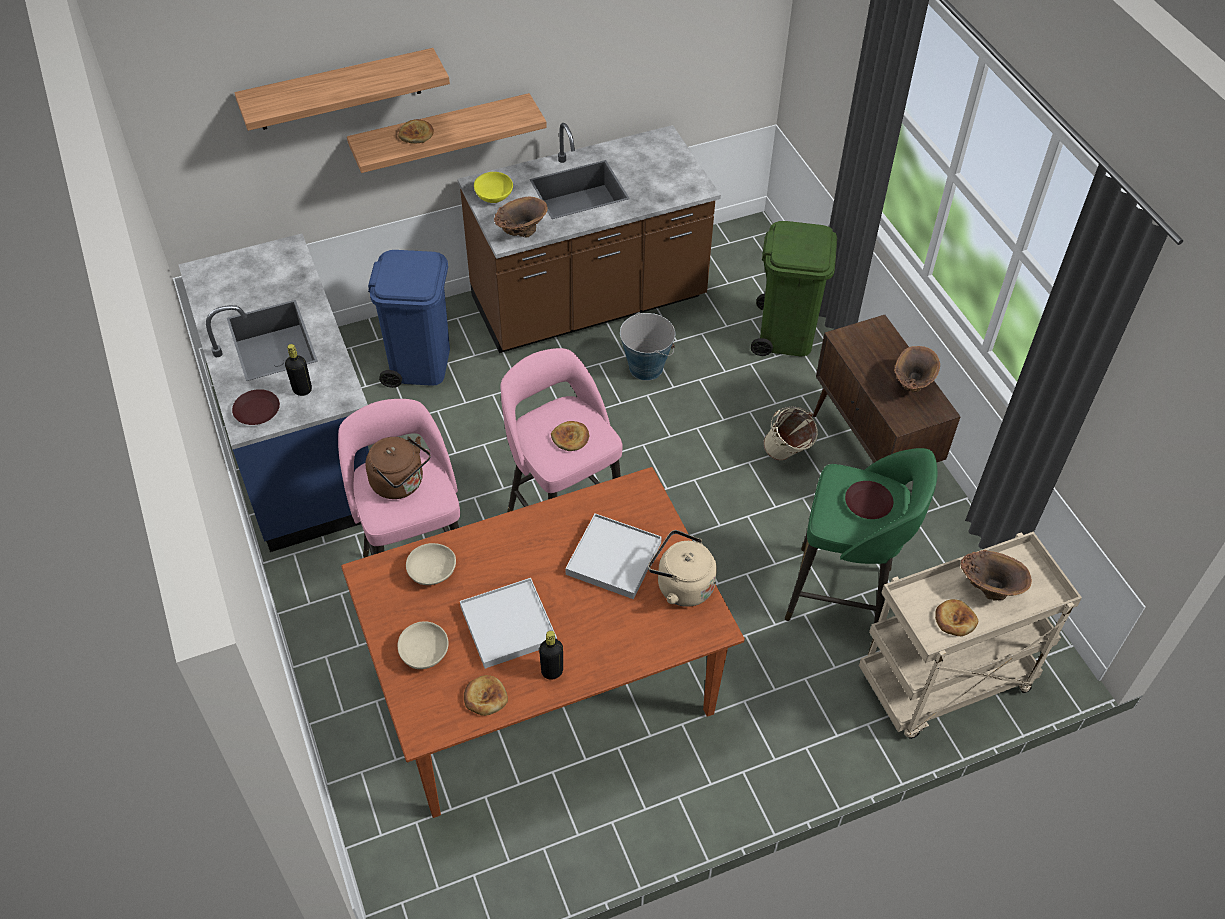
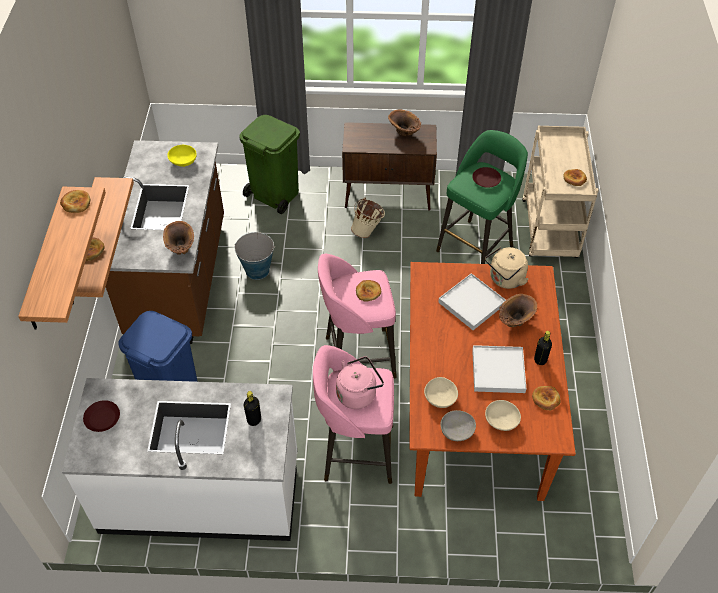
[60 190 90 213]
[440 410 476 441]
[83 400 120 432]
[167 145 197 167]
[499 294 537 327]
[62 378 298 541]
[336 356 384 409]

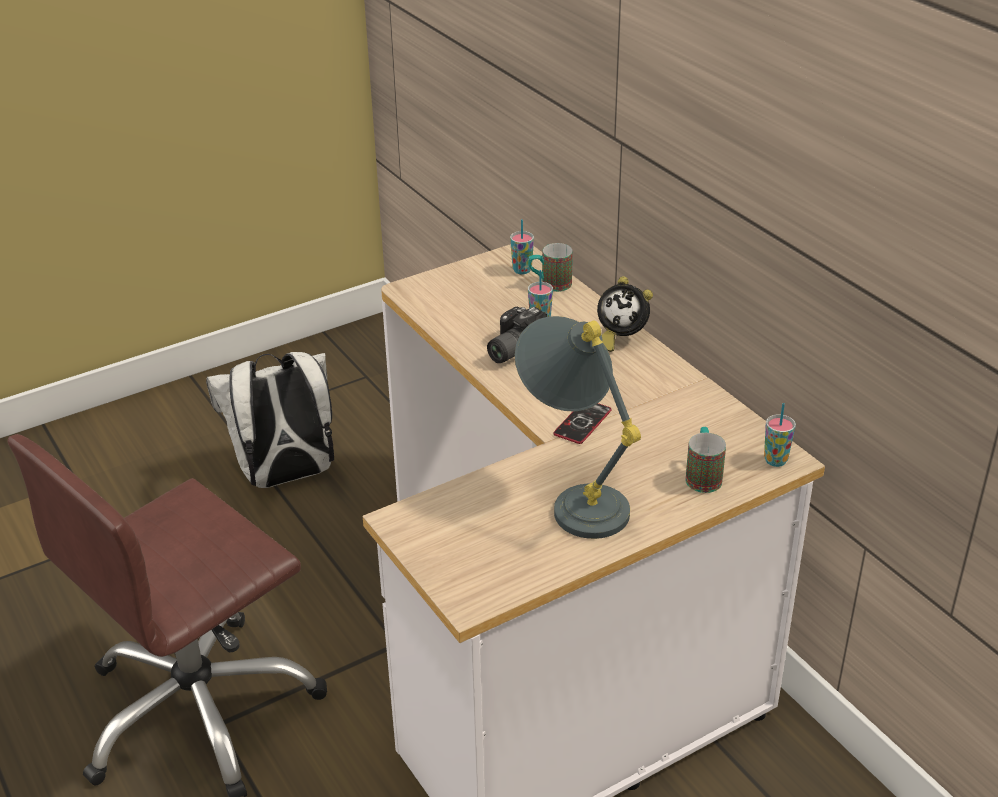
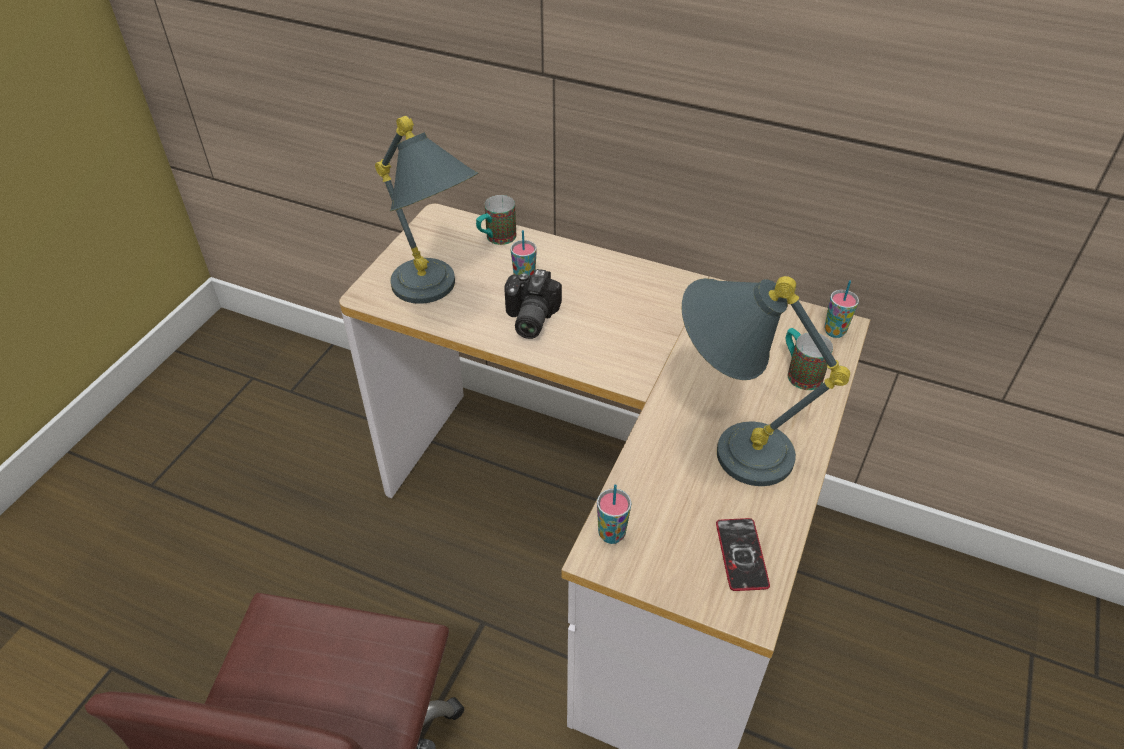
[206 352 334 488] (first image)
[597 276 653 352] (first image)
[375 116 479 304]
[597 484 631 544]
[716 518 770 591]

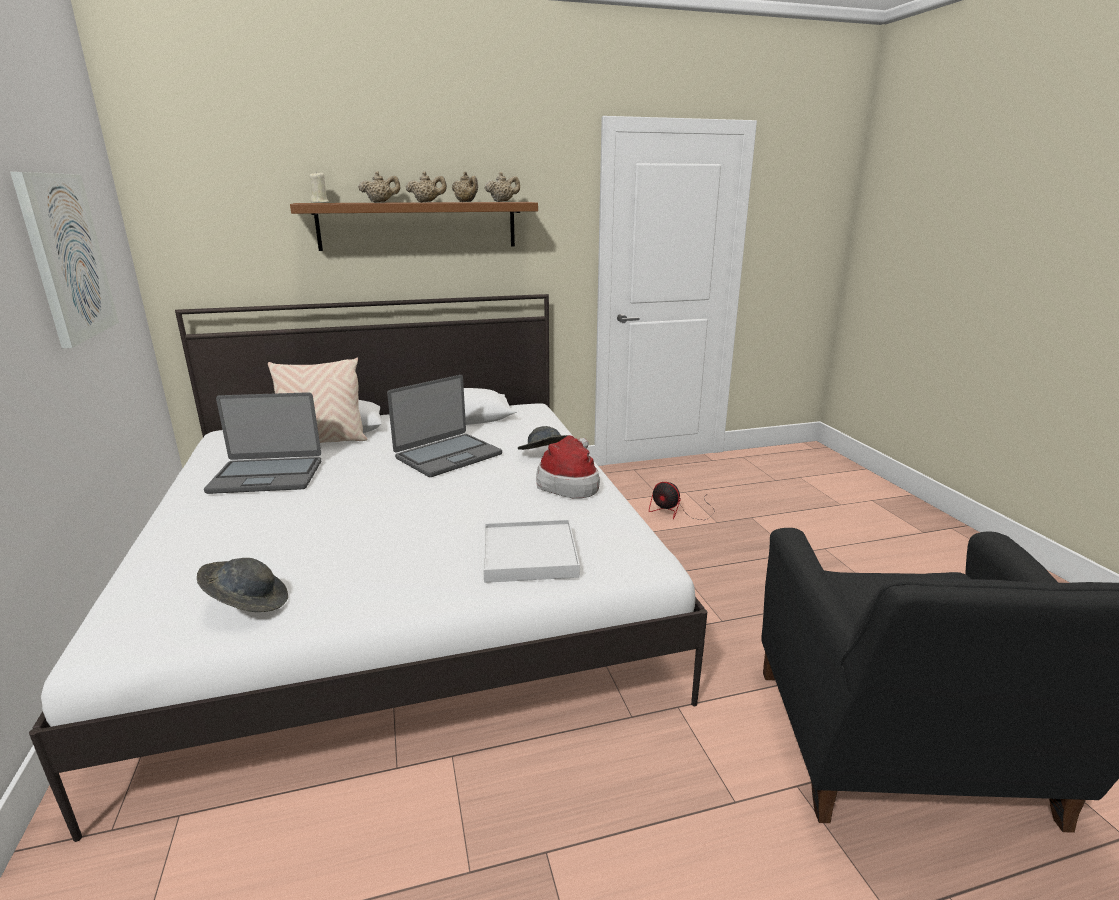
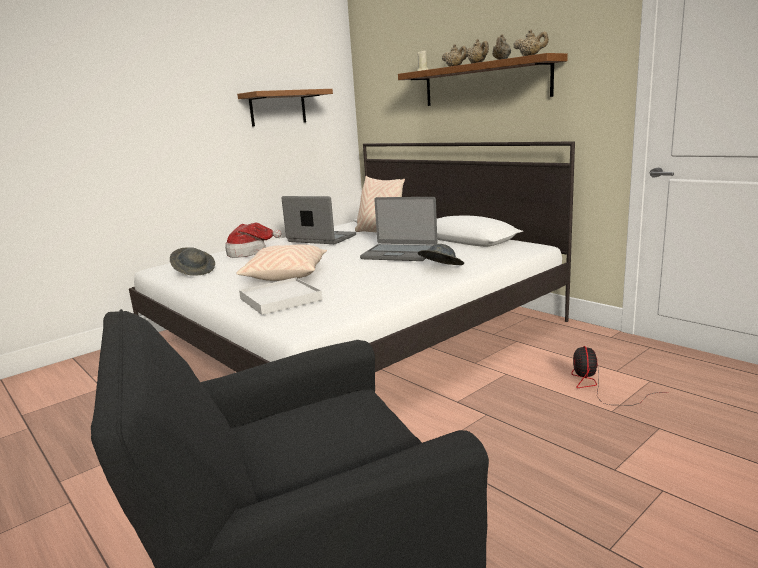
[236 244 327 281]
[225 223 281 258]
[237 89 333 127]
[281 196 356 244]

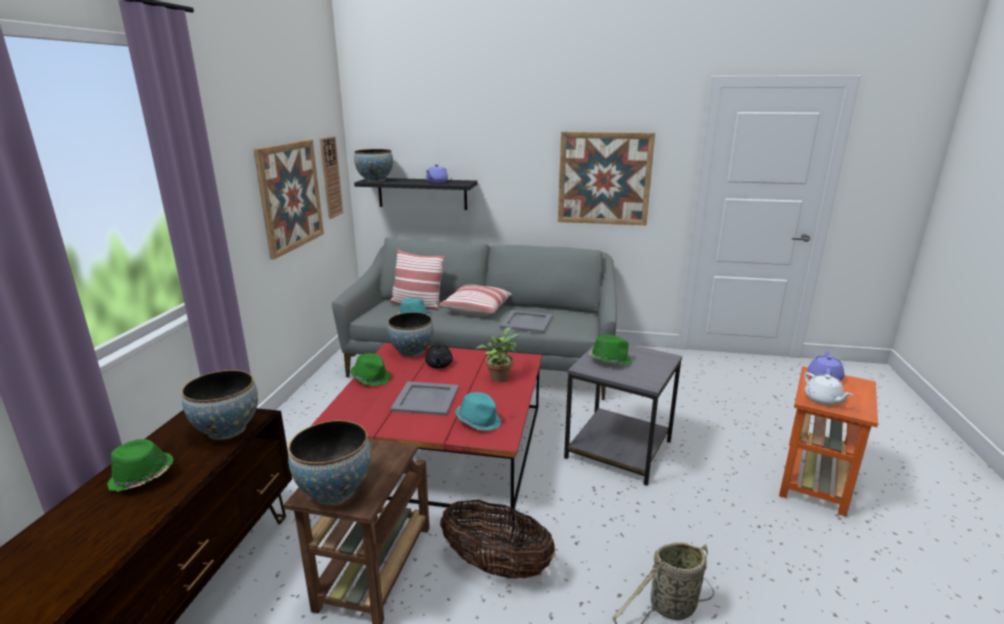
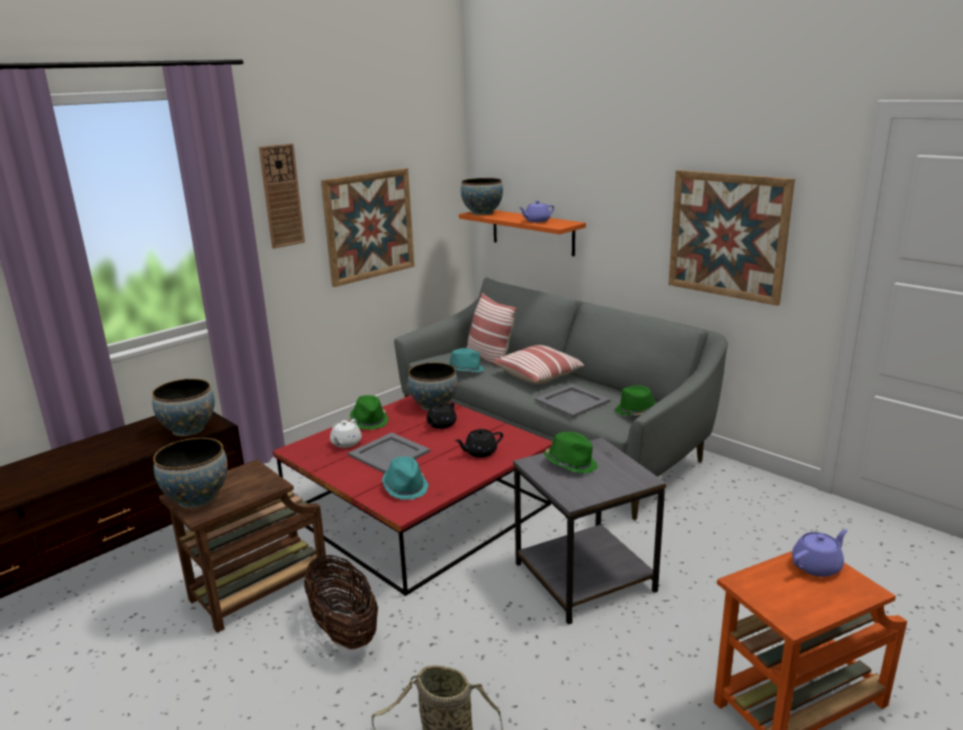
[616 385 657 416]
[259 143 305 249]
[330 419 362 448]
[455 429 503 458]
[459 210 586 256]

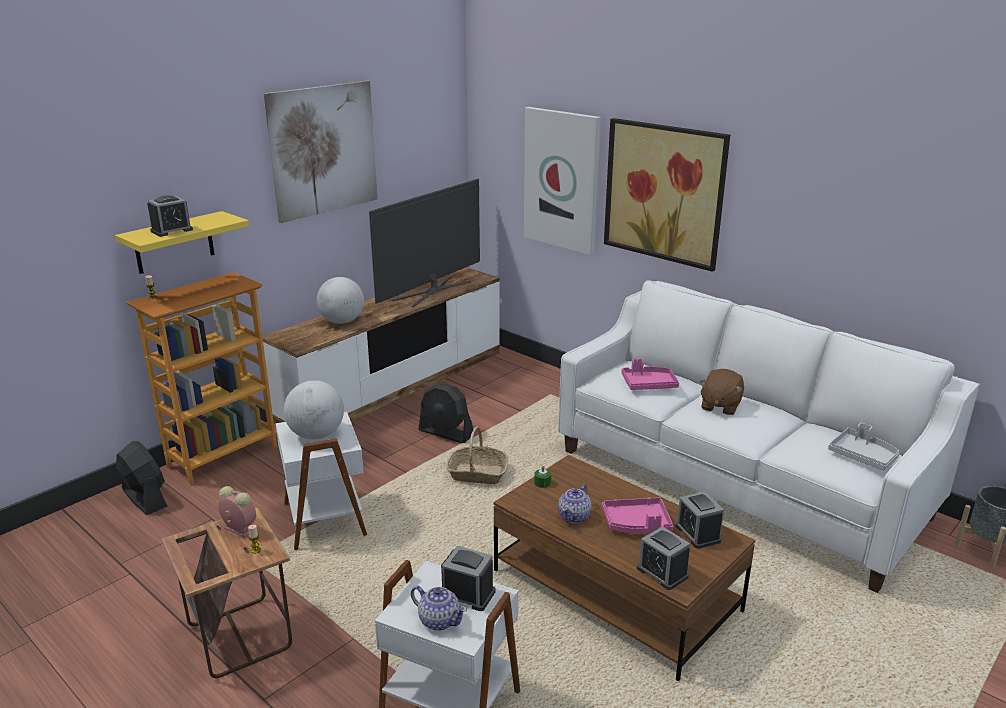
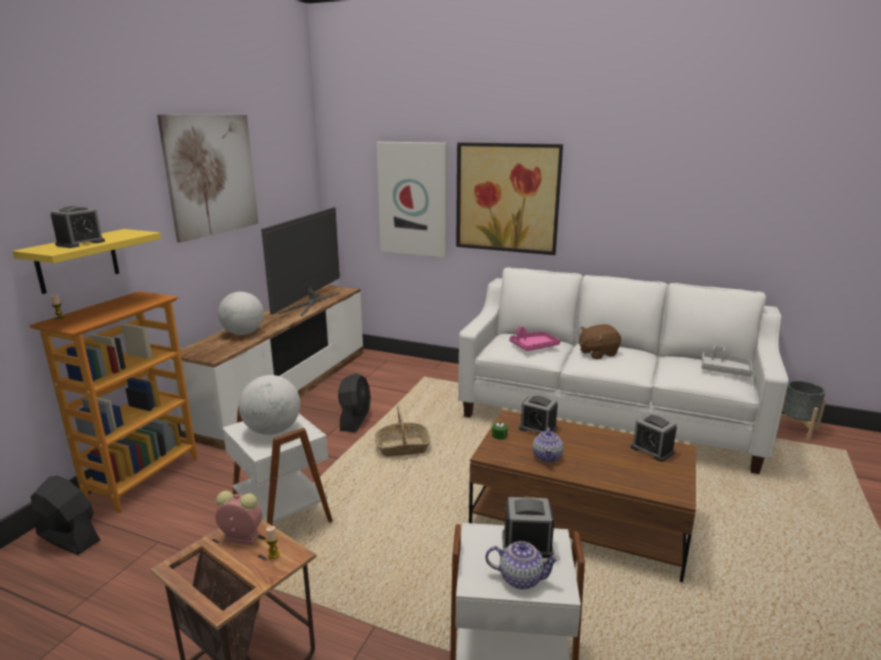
[602 497 674 533] (first image)
[519 394 558 433]
[338 373 371 432]
[579 324 621 359]

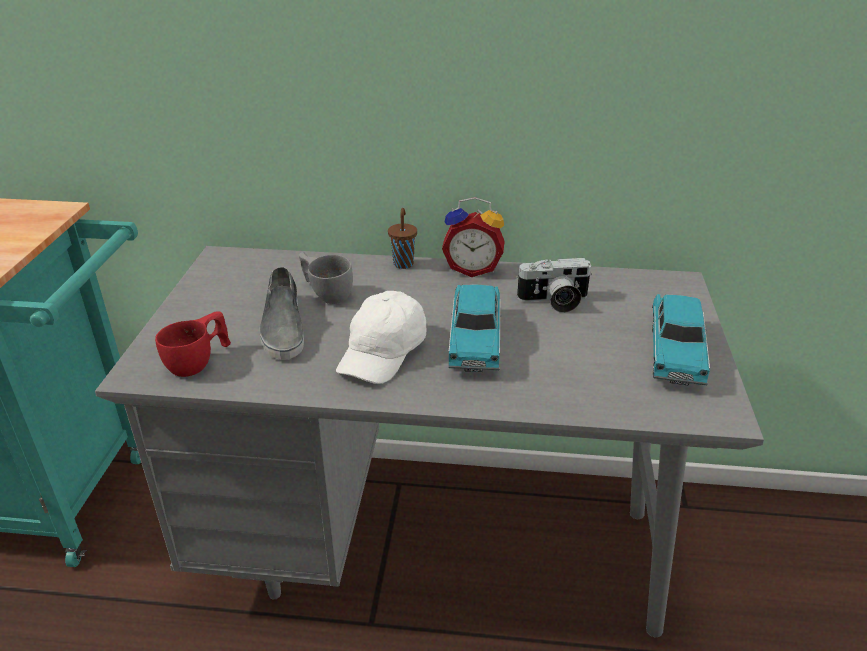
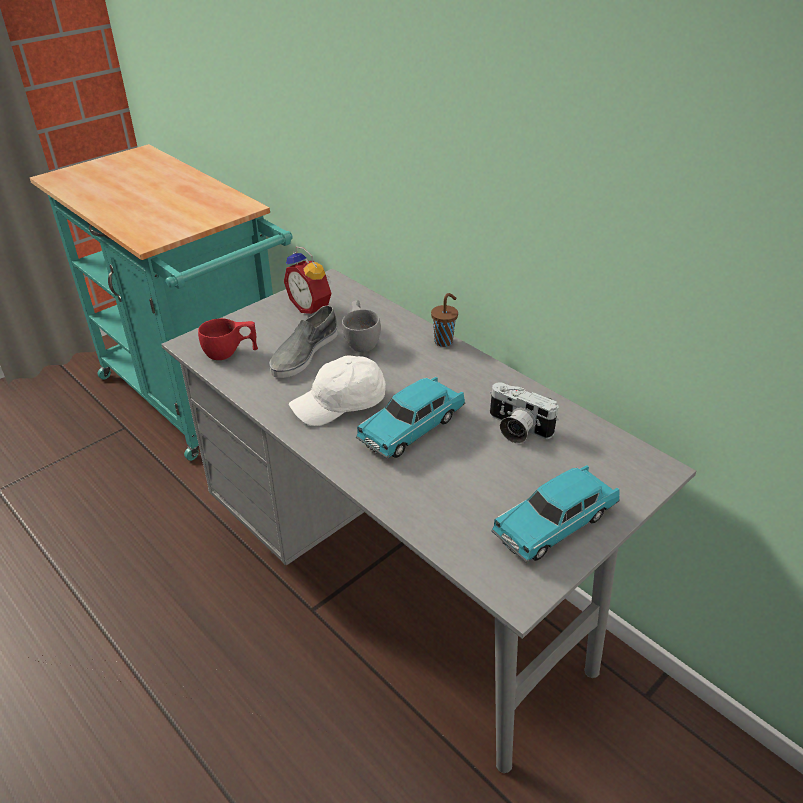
[284 247 331 314]

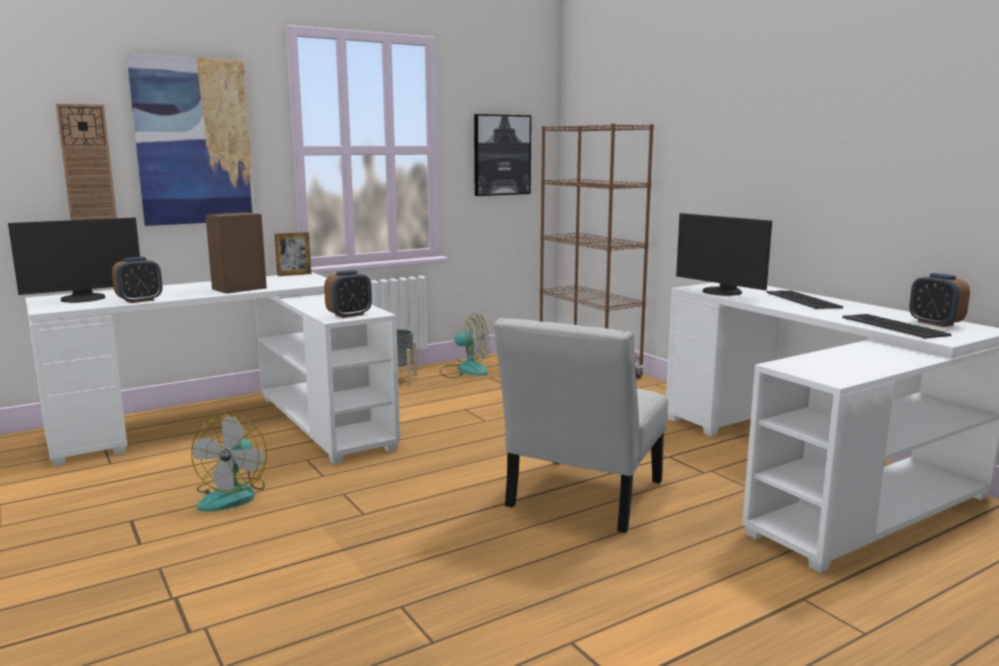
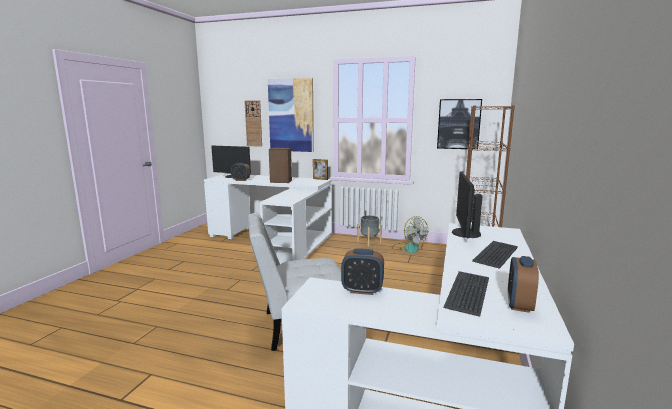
[191 414 267 512] (first image)
[341 249 384 295]

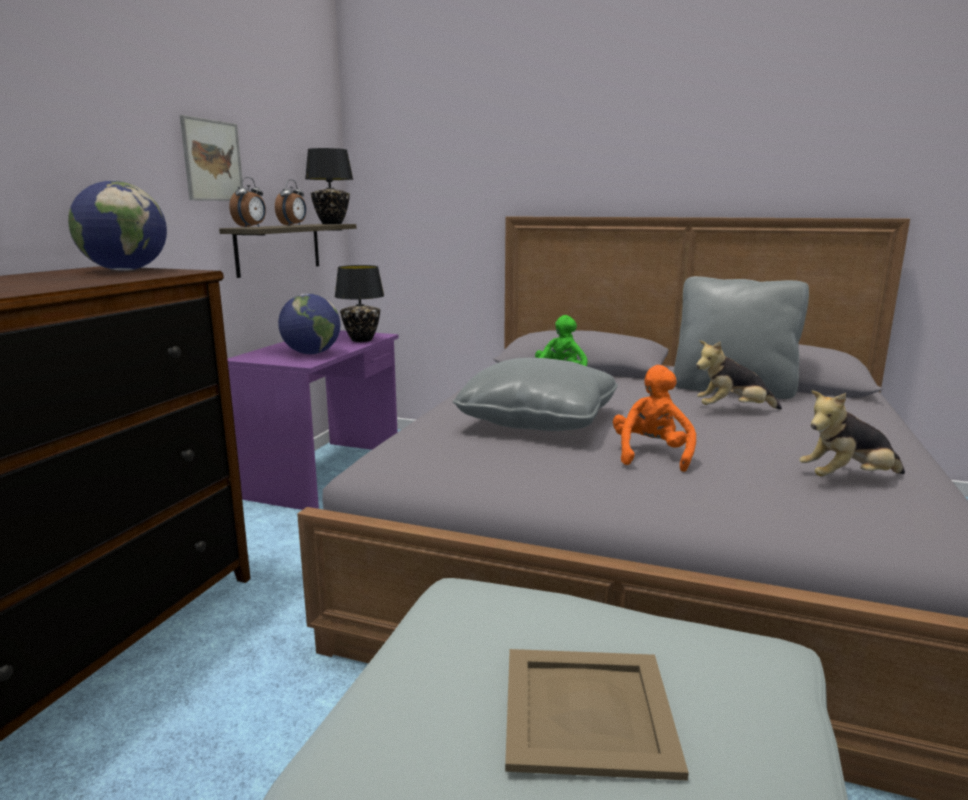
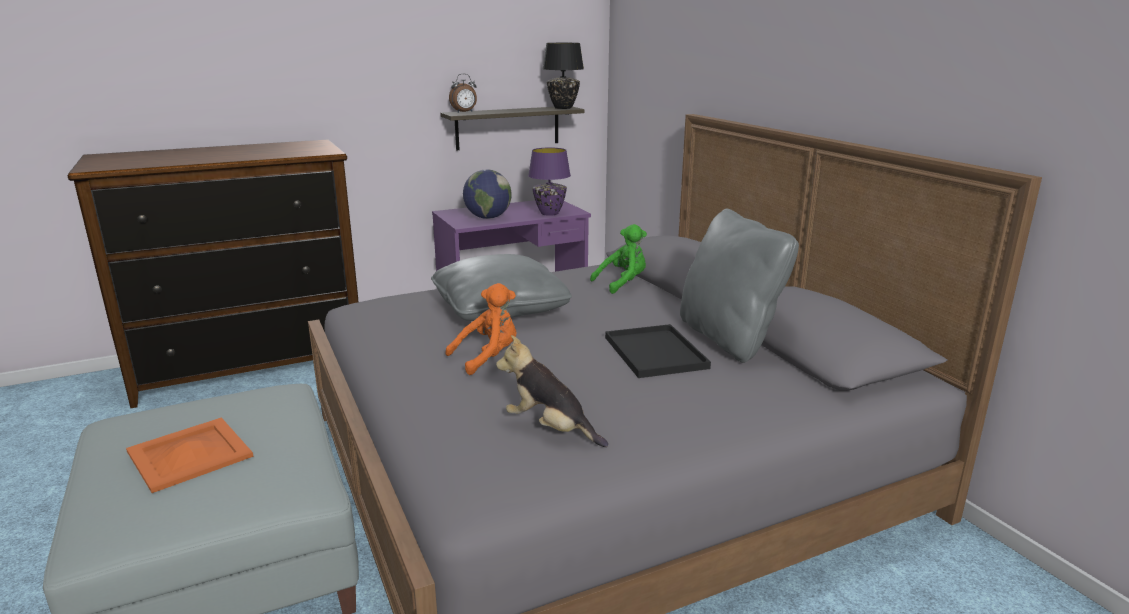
[68 181 167 271] (first image)
[180 115 243 201] (first image)
[275 180 306 225] (first image)
[605 324 711 378]
[528 147 571 216]
[126 417 254 493]

